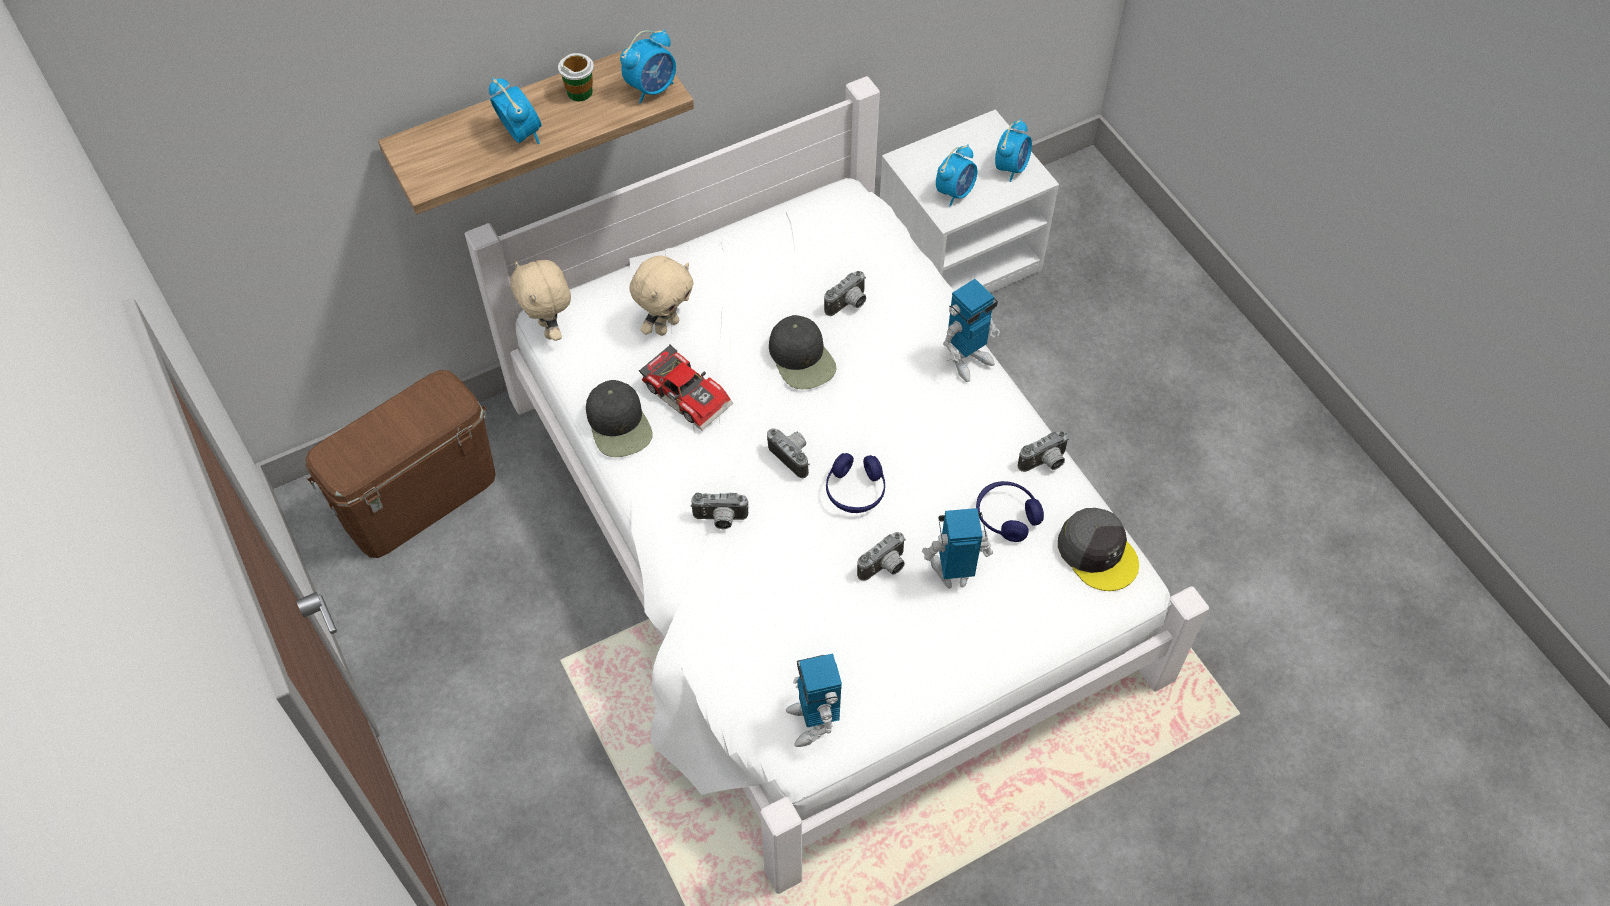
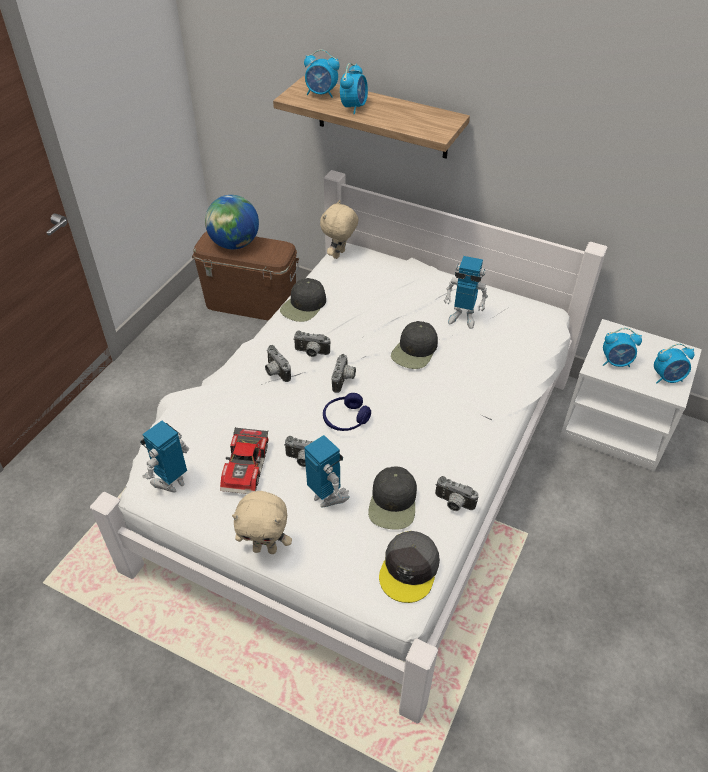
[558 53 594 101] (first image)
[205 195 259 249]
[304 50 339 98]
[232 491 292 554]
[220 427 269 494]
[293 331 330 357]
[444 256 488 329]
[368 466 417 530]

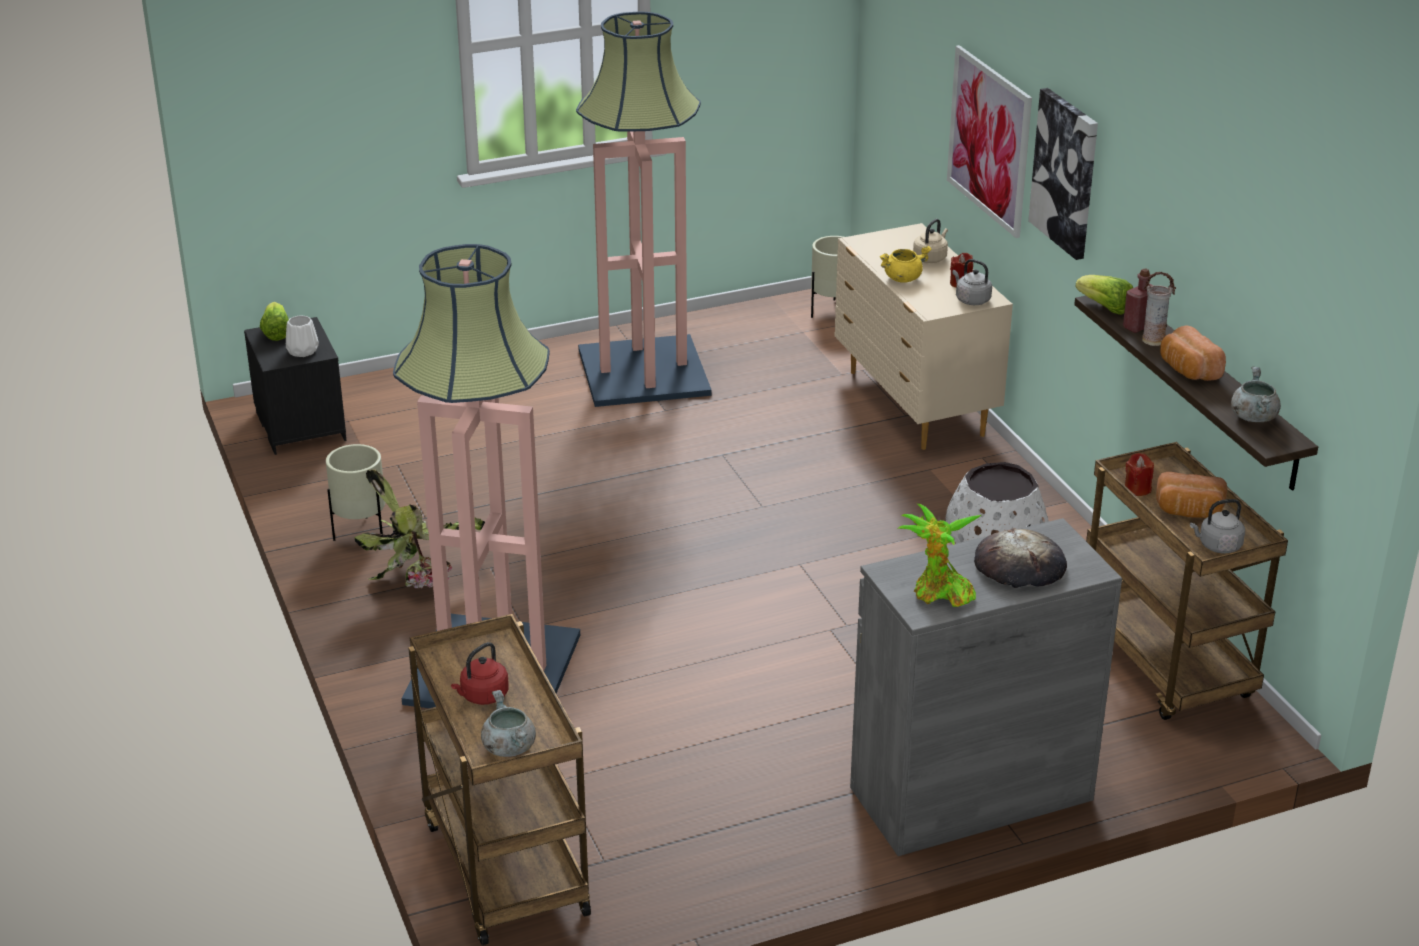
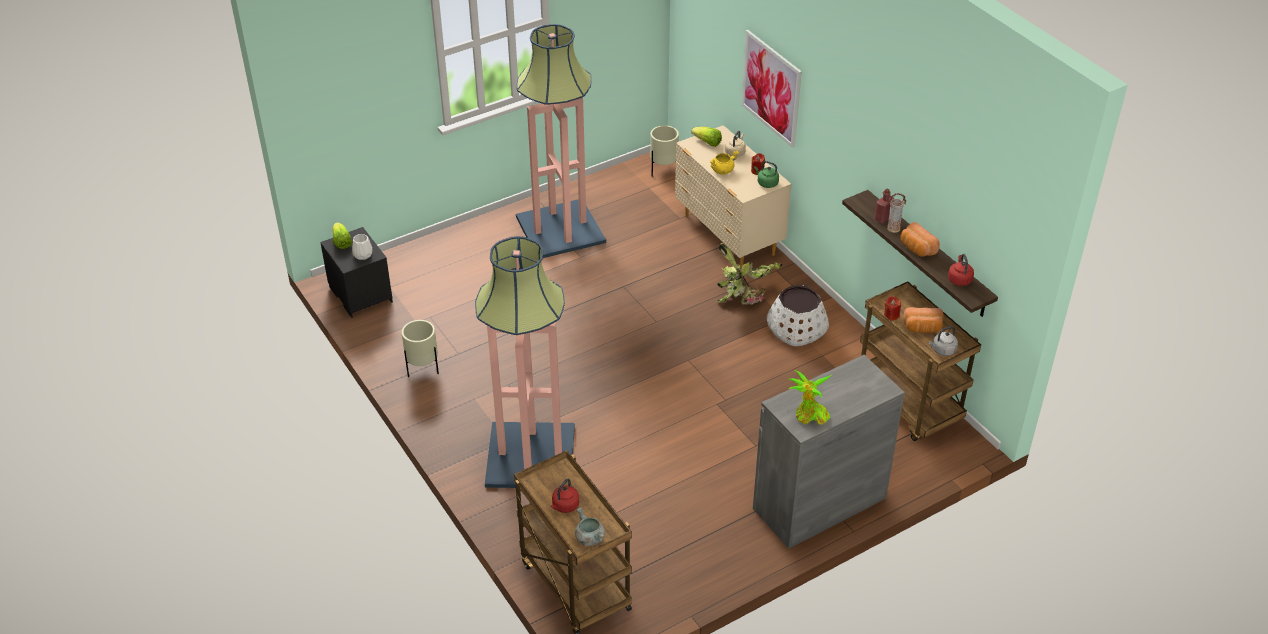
[974 528 1067 588] (first image)
[1028 88 1098 260] (first image)
[717 243 783 305]
[691 127 722 147]
[948 254 974 286]
[754 161 779 188]

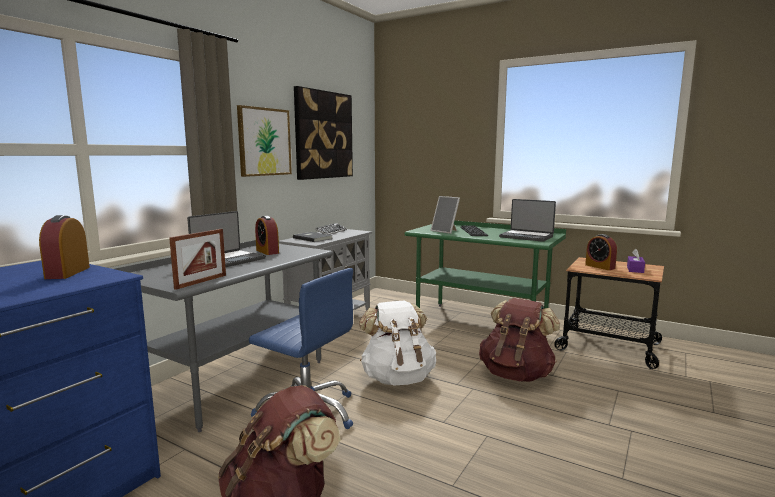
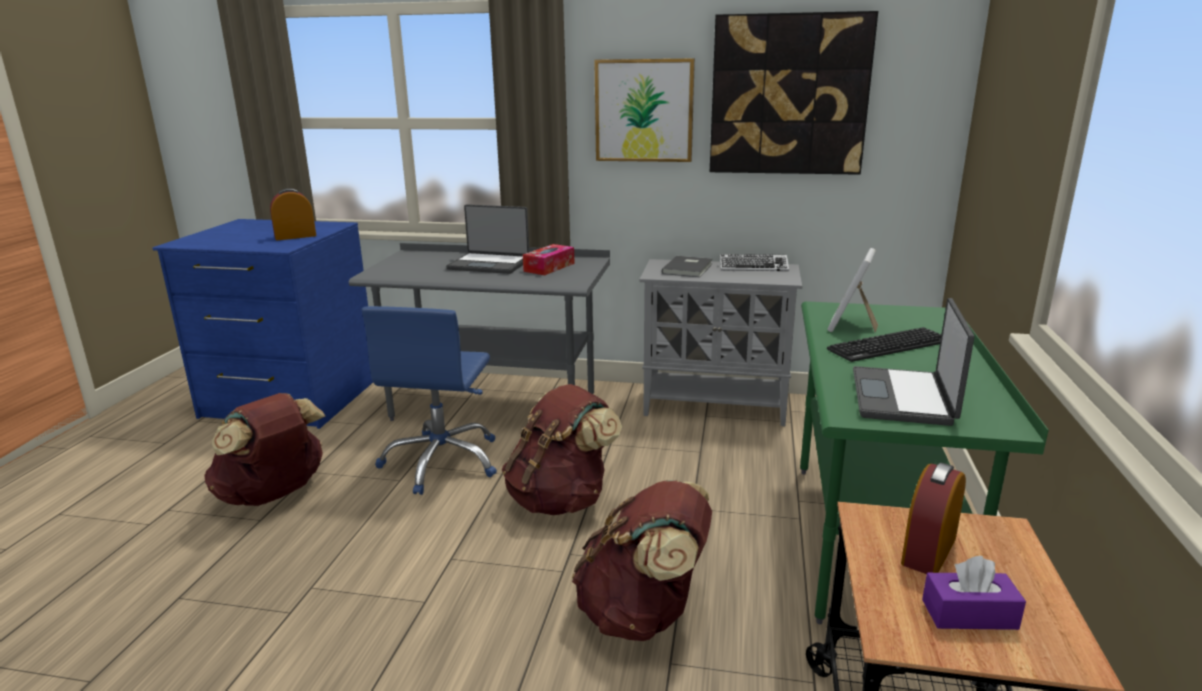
[169 229 226 290] (first image)
[523 244 575 275]
[502 384 622 515]

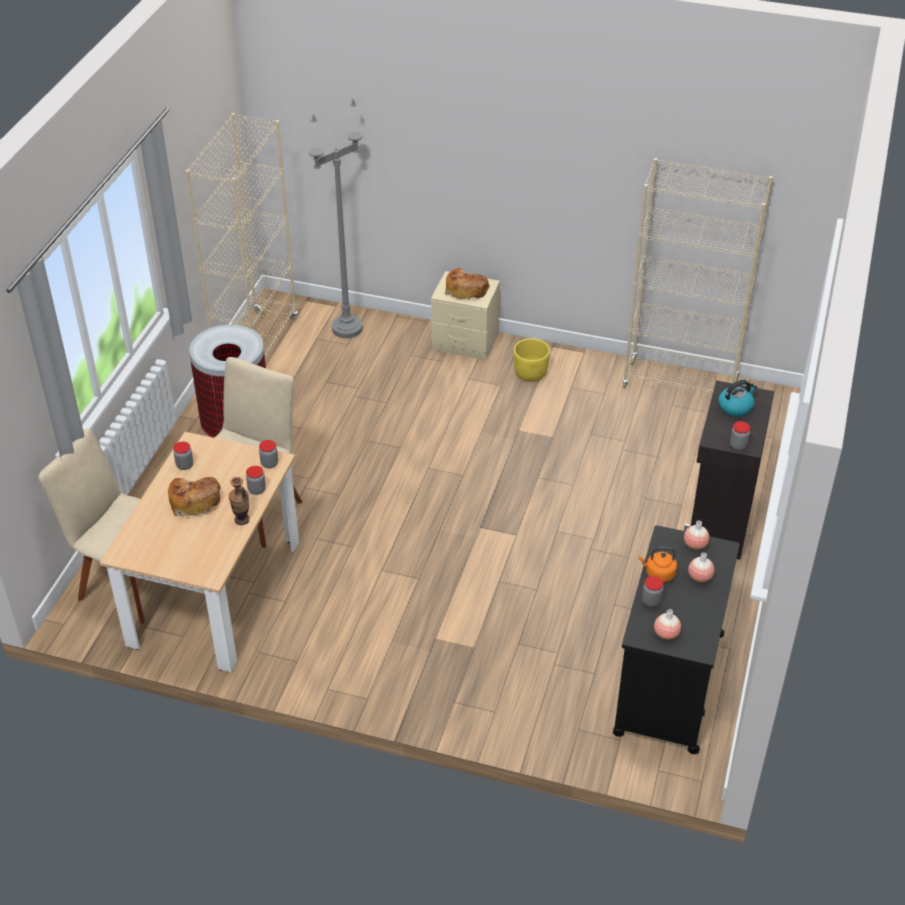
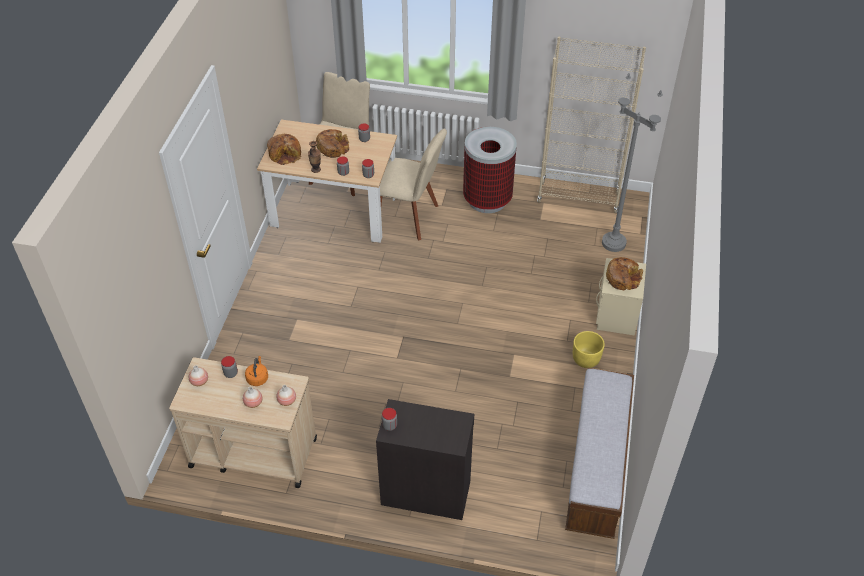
[718 380 757 417] (first image)
[267 134 301 165]
[565 368 634 539]
[169 357 317 488]

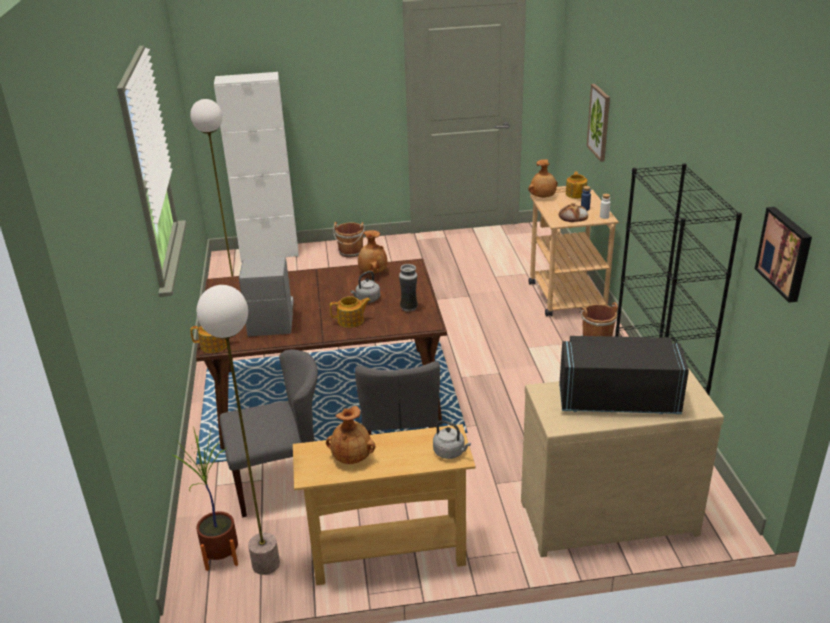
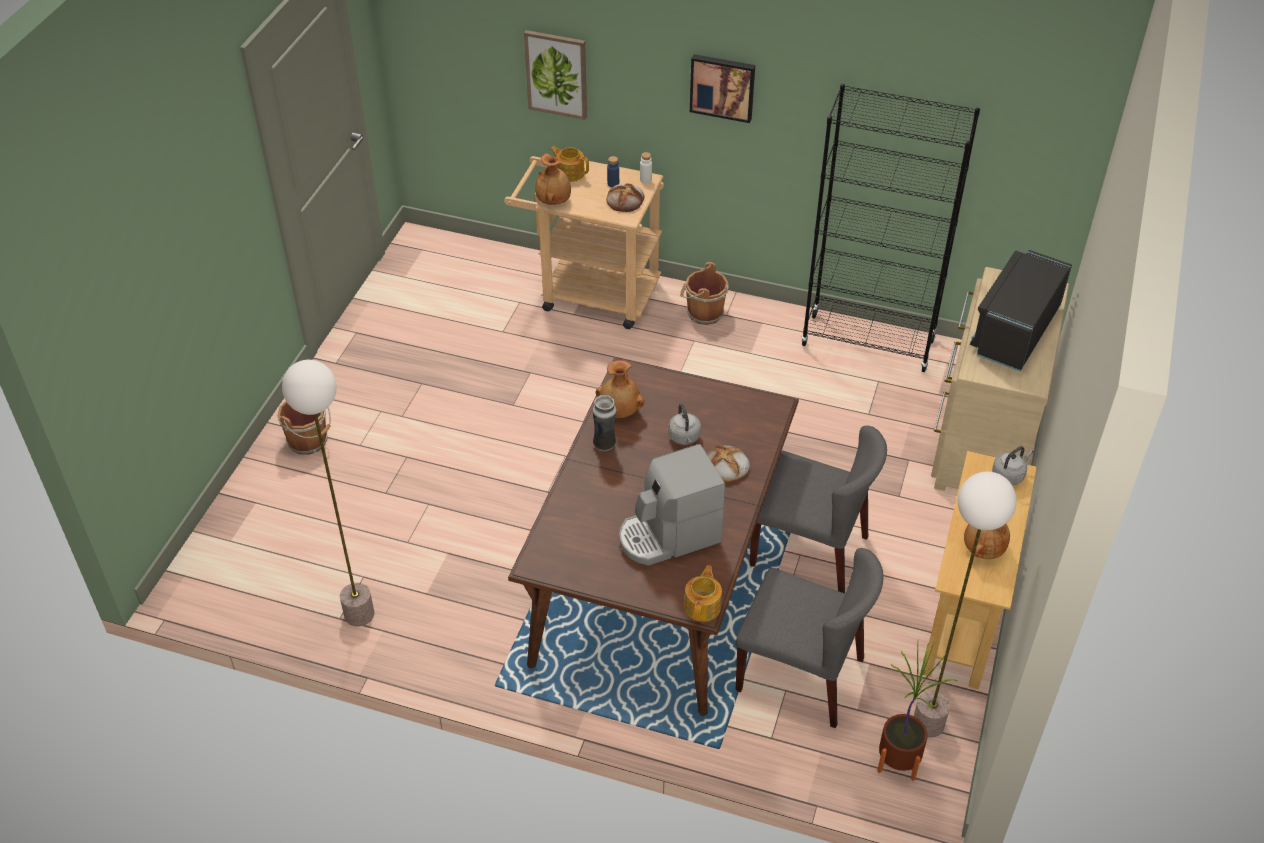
[214 72 299 262] (first image)
[593 395 616 451]
[690 54 755 123]
[707 445 750 483]
[735 548 883 728]
[619 444 725 565]

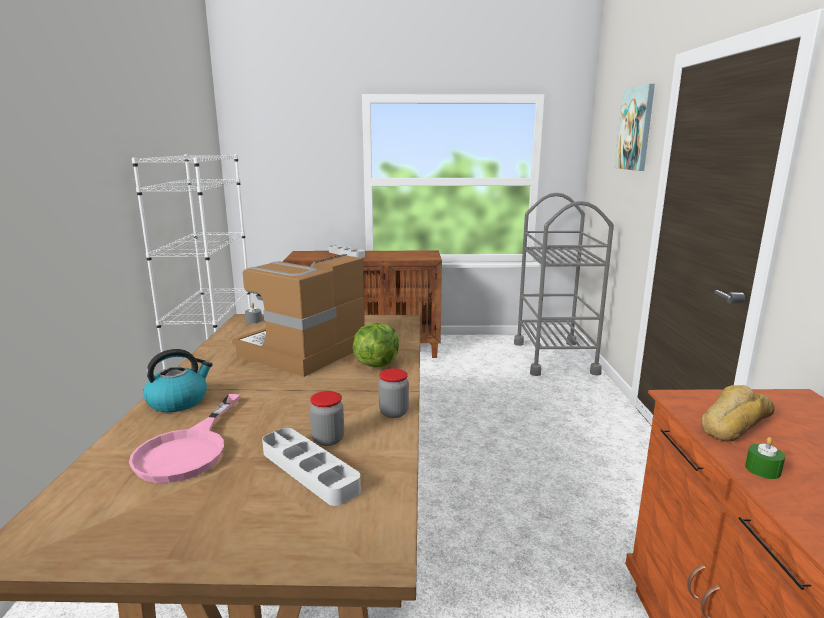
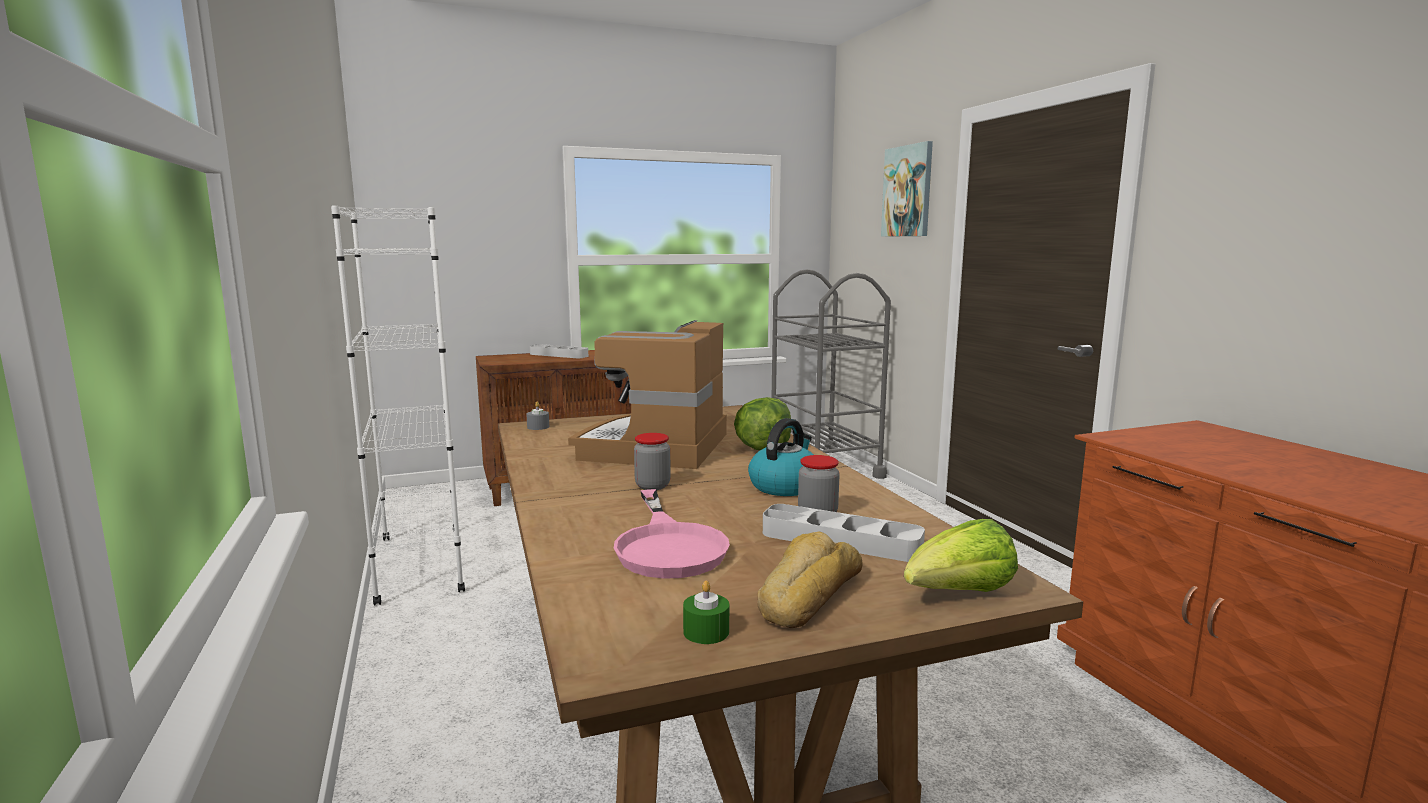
[904 519 1018 592]
[748 418 814 496]
[634 433 671 490]
[757 532 863 628]
[683 581 729 644]

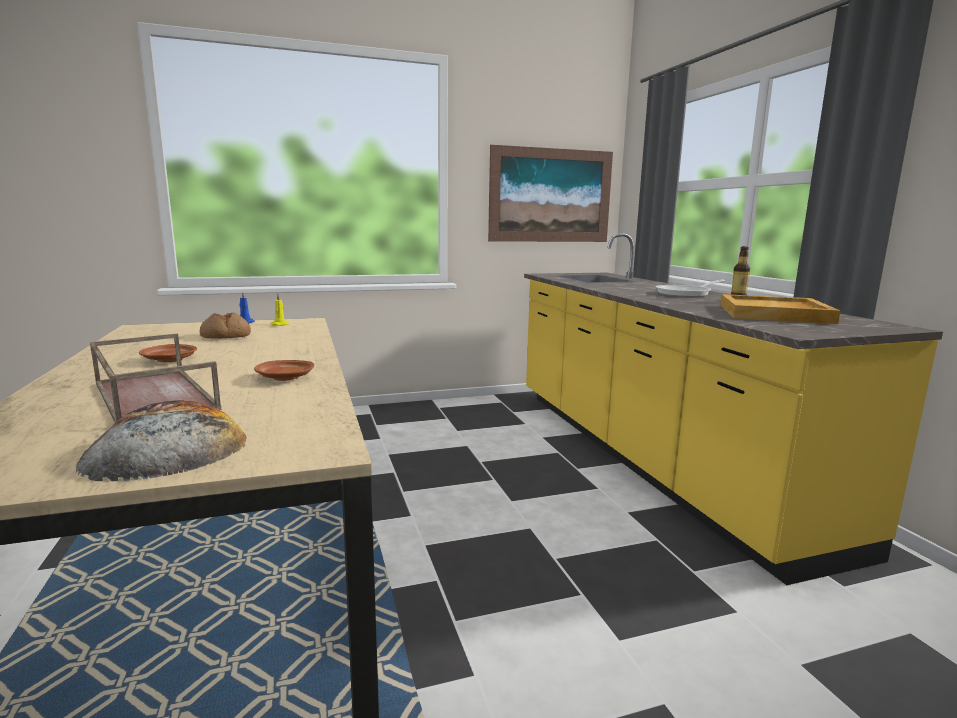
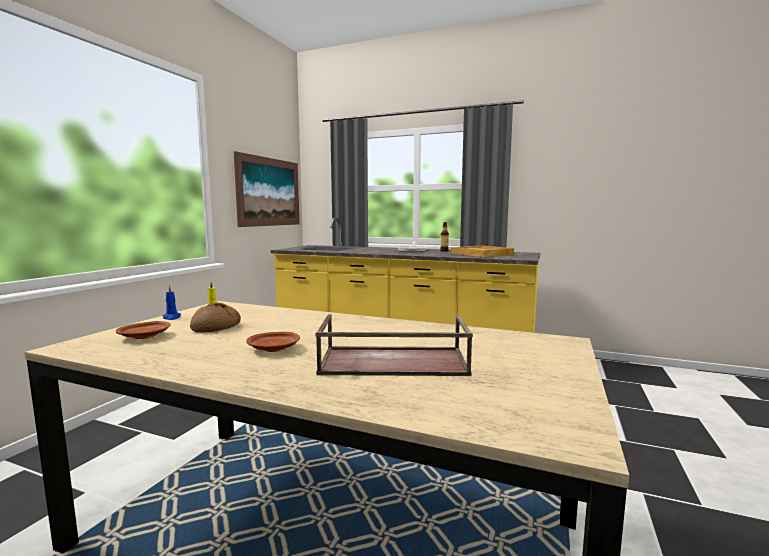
[75 400 247 481] (first image)
[116 321 170 339]

